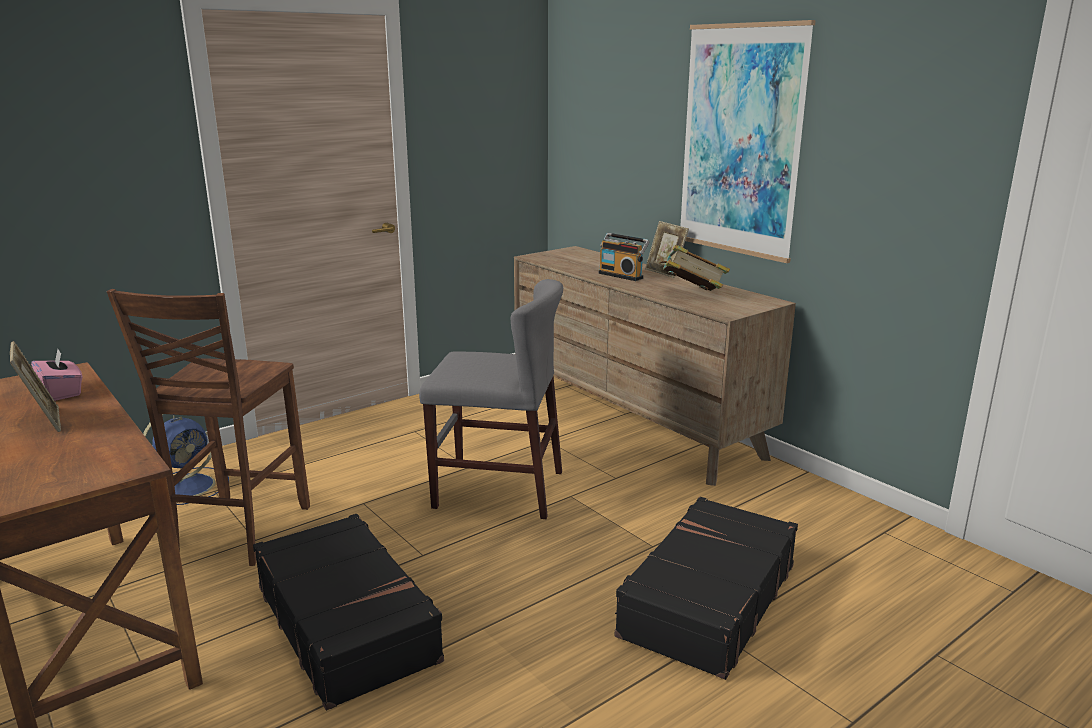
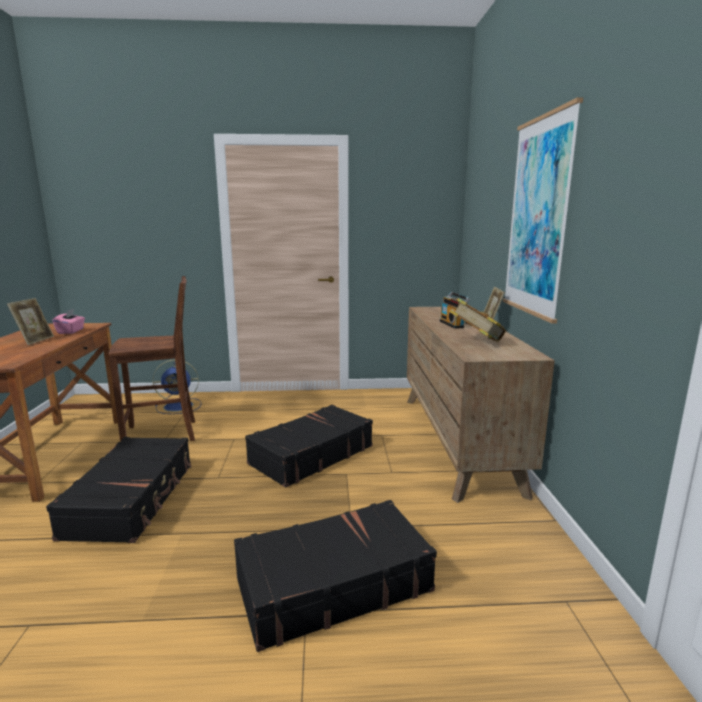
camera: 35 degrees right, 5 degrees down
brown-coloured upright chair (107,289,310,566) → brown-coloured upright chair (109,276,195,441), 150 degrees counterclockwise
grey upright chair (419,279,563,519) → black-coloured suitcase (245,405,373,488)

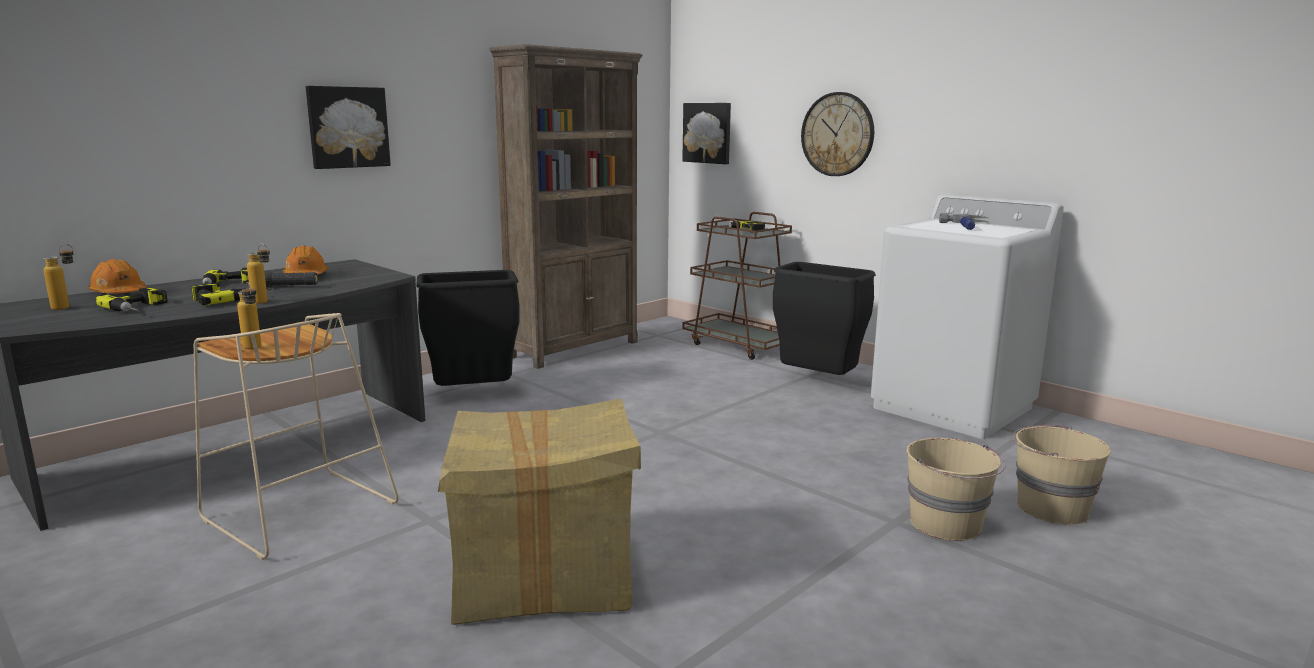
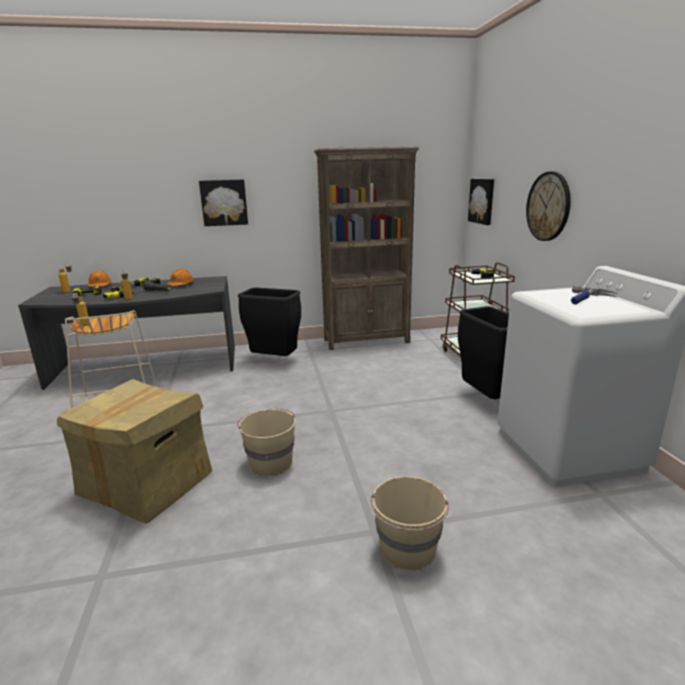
camera: 35 degrees right, 5 degrees up
beige water bucket (1012,425,1111,524) → beige water bucket (237,409,296,477), moved

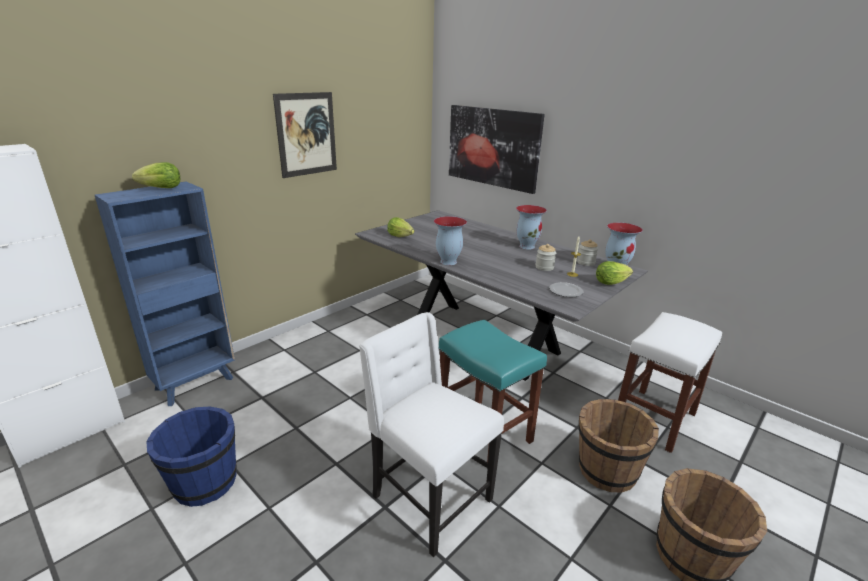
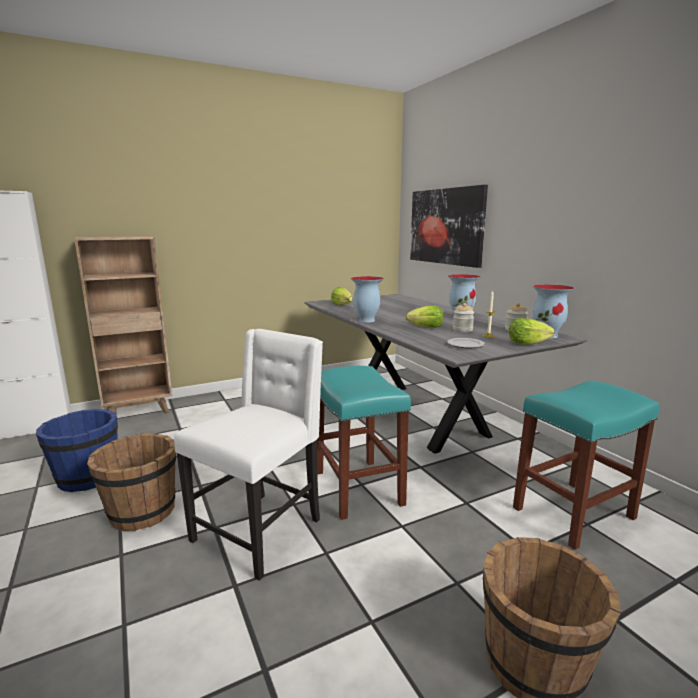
camera: 20 degrees right, 10 degrees down
blue-coloured bookcase (95,181,235,406) → brown-coloured bookcase (74,236,172,414)
lettuce (132,162,180,188) → lettuce (406,305,443,328), moved
picture (273,92,337,178) → -
white upright chair (359,312,504,557) → white upright chair (174,329,323,581), 60 degrees clockwise
brown-coloured water bucket (579,399,659,493) → brown-coloured water bucket (87,434,176,531), moved
white sitting stool (618,312,722,453) → turquoise sitting stool (513,381,659,550)

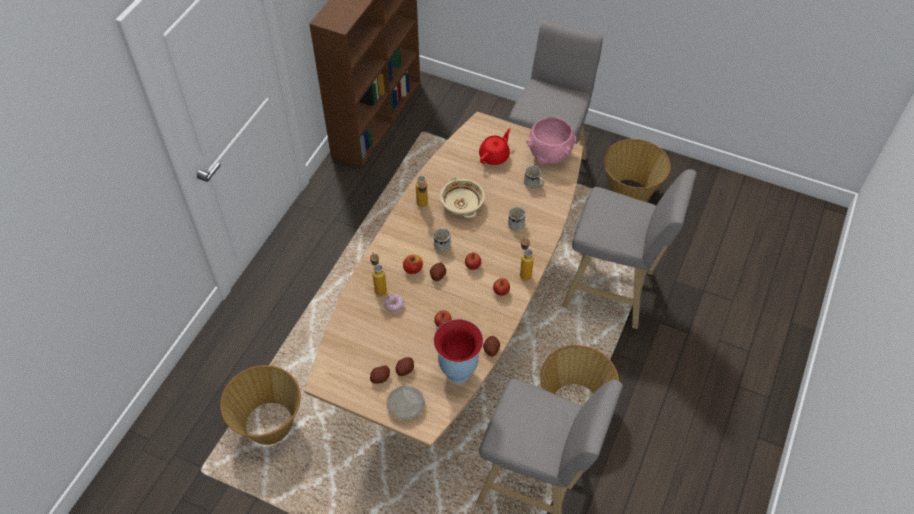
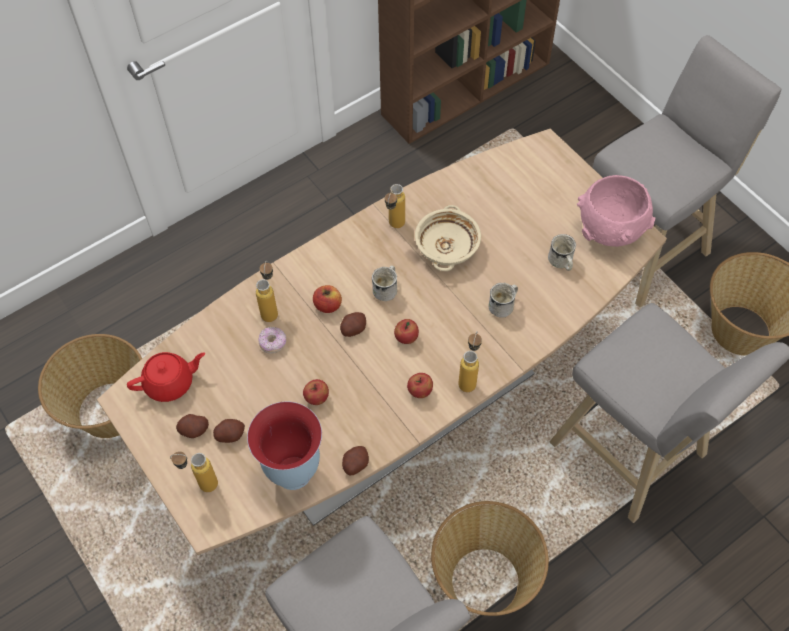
camera: 30 degrees right, 5 degrees up
beige dinner plate (387,385,425,420) → drink bottle (170,451,218,492)
red-coloured teapot (479,128,511,165) → red-coloured teapot (127,352,205,402), moved

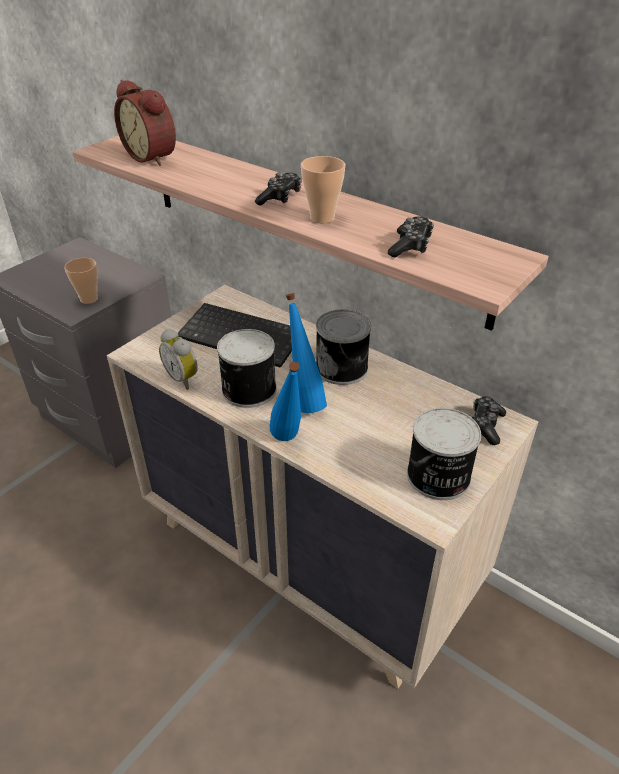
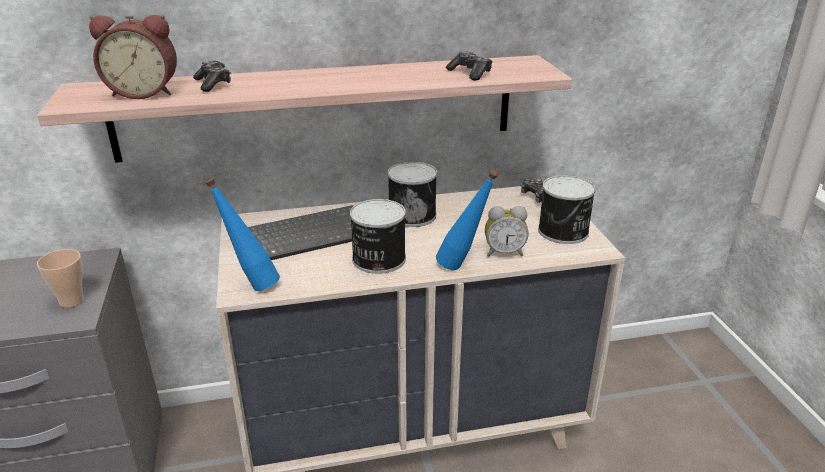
camera: 50 degrees left, 10 degrees down
alarm clock (159,329,198,390) → alarm clock (485,206,529,257), moved
game controller (255,173,302,206) → game controller (193,61,231,92), moved
blue-coloured drink bottle (286,293,327,413) → blue-coloured drink bottle (205,178,280,291), moved
small cup (301,156,345,223) → -

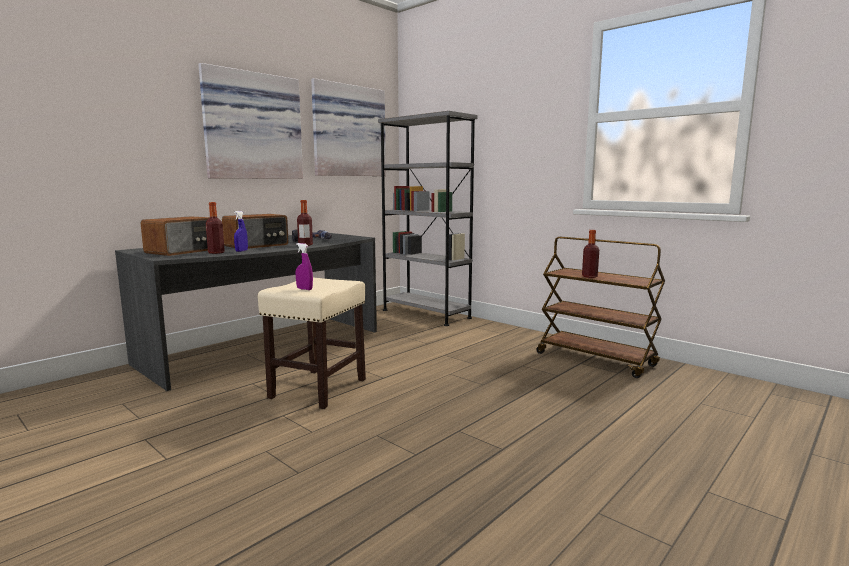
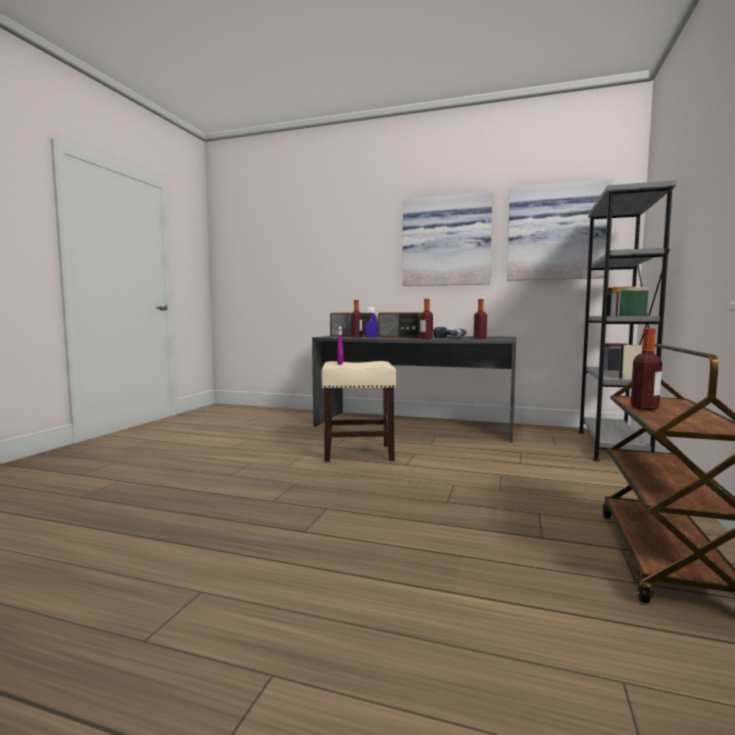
camera: 65 degrees right, 5 degrees down
- → drink bottle (474,299,487,339)

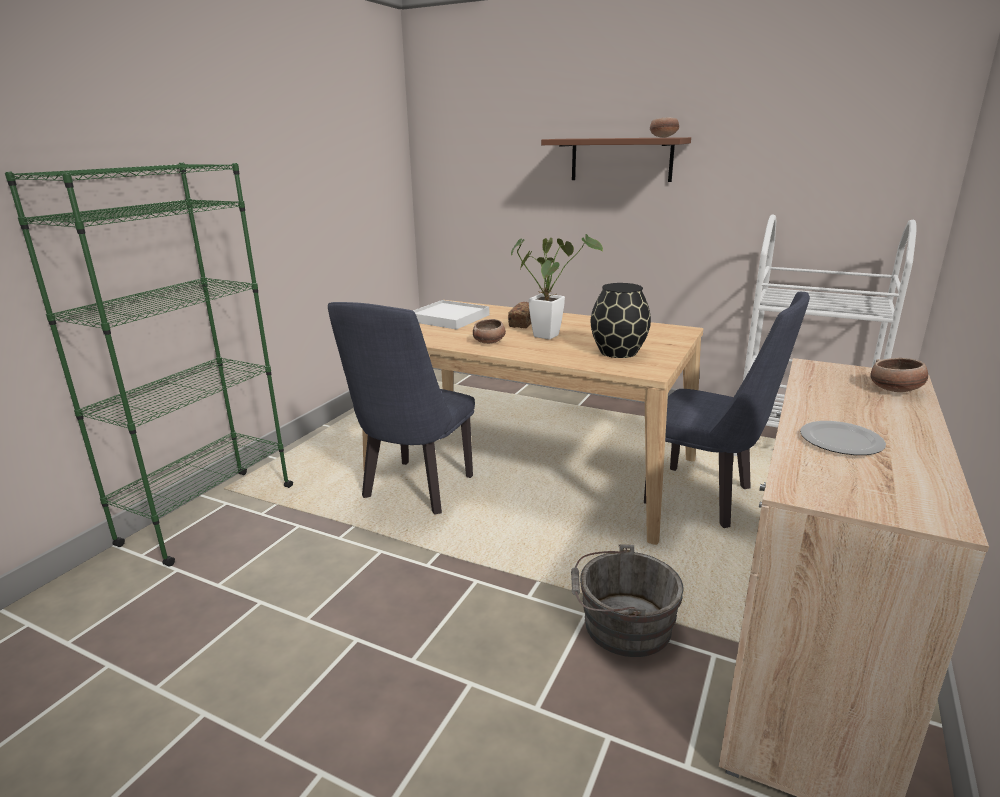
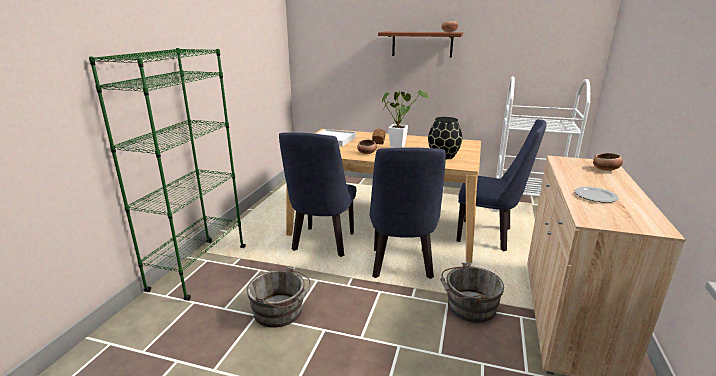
camera: 10 degrees left, 0 degrees up
- → grey water bucket (247,267,310,328)
- → blue-coloured upright chair (369,147,446,279)

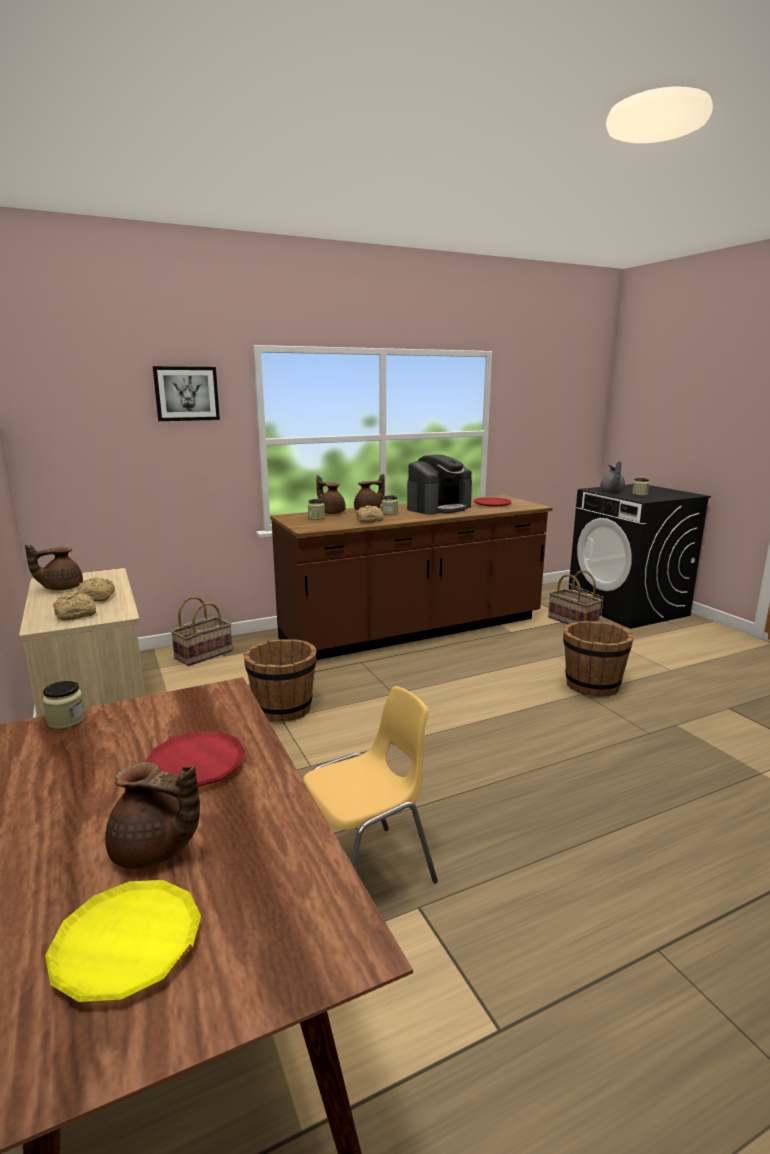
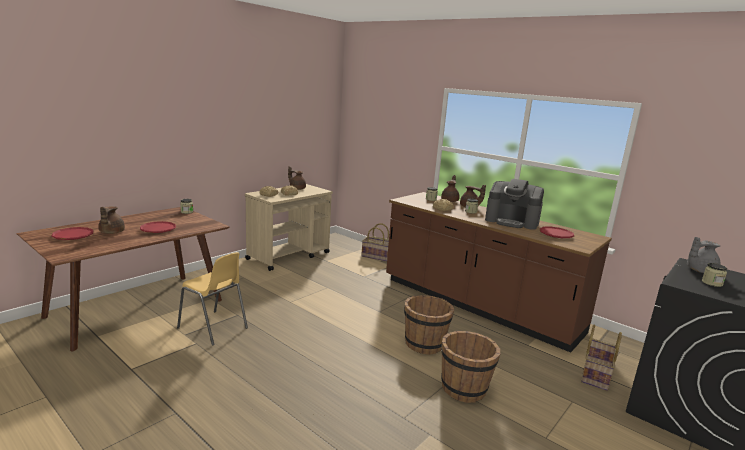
camera: 65 degrees right, 0 degrees up
yellowish dinner plate (45,880,201,1002) → red-coloured dinner plate (52,227,94,240)
picture (153,366,220,421) → -
brown-coloured water bucket (244,639,317,722) → brown-coloured water bucket (404,295,454,355), moved

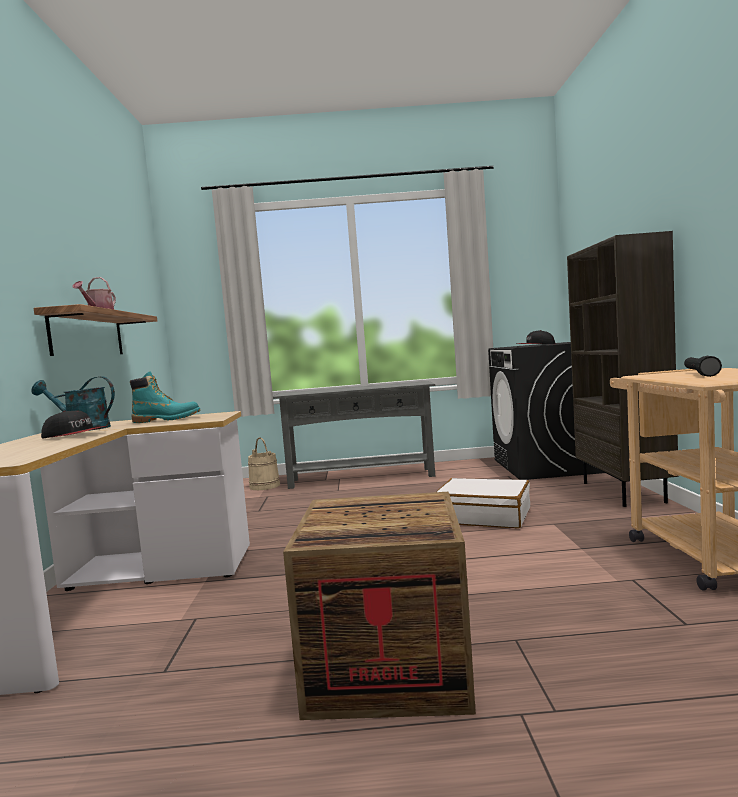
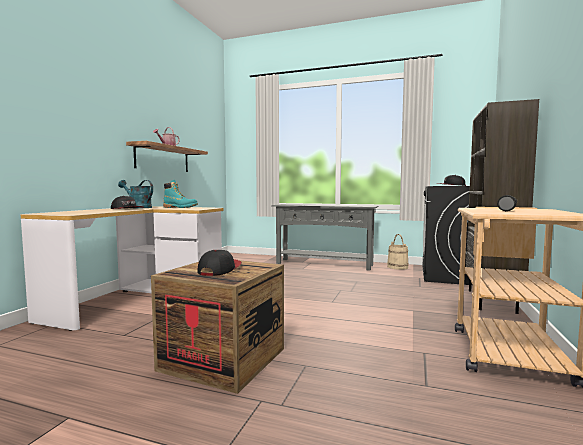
camera: 20 degrees right, 0 degrees up
beige water bucket (248,437,280,490) → beige water bucket (387,234,409,270), moved
white suitcase (436,478,530,528) → -
- → baseball cap (198,250,242,276)

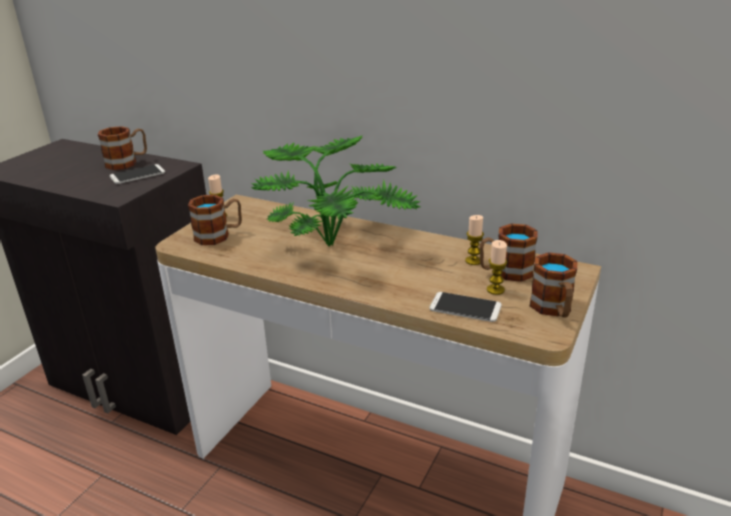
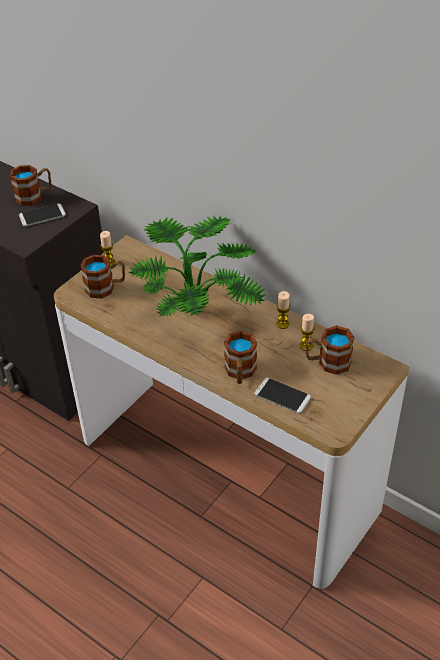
camera: 10 degrees right, 15 degrees up
wax light (487,240,507,295) → wax light (276,291,290,329), moved
tea mug (530,252,577,318) → tea mug (224,331,257,384), moved

